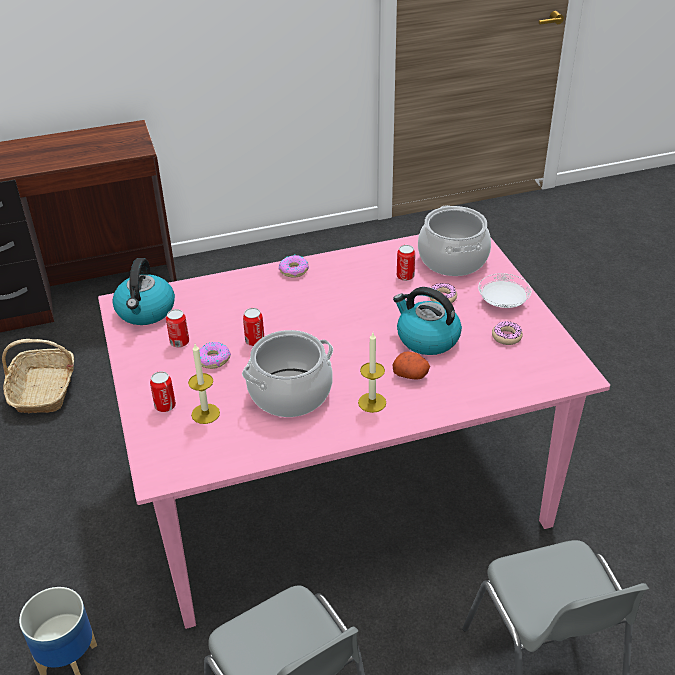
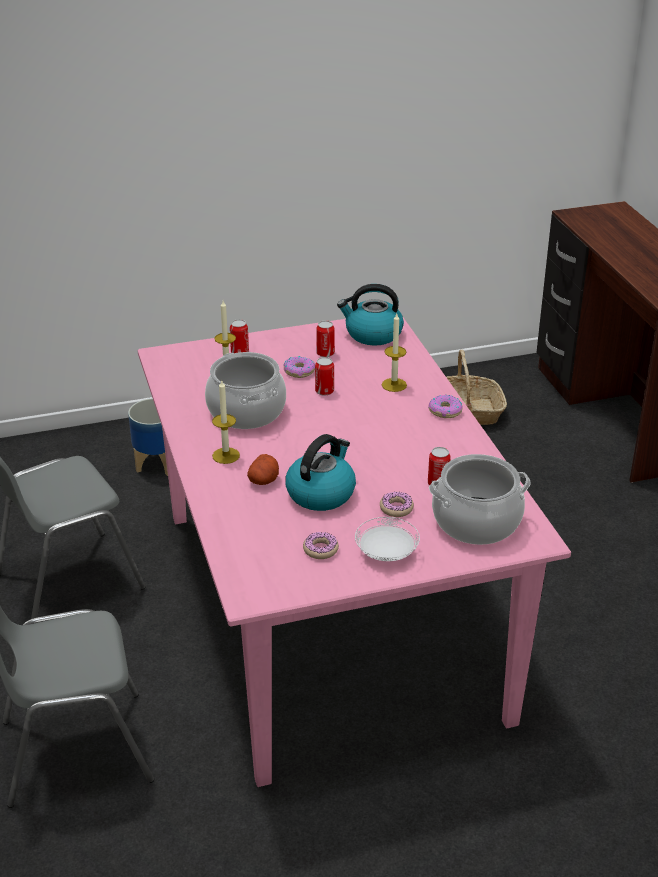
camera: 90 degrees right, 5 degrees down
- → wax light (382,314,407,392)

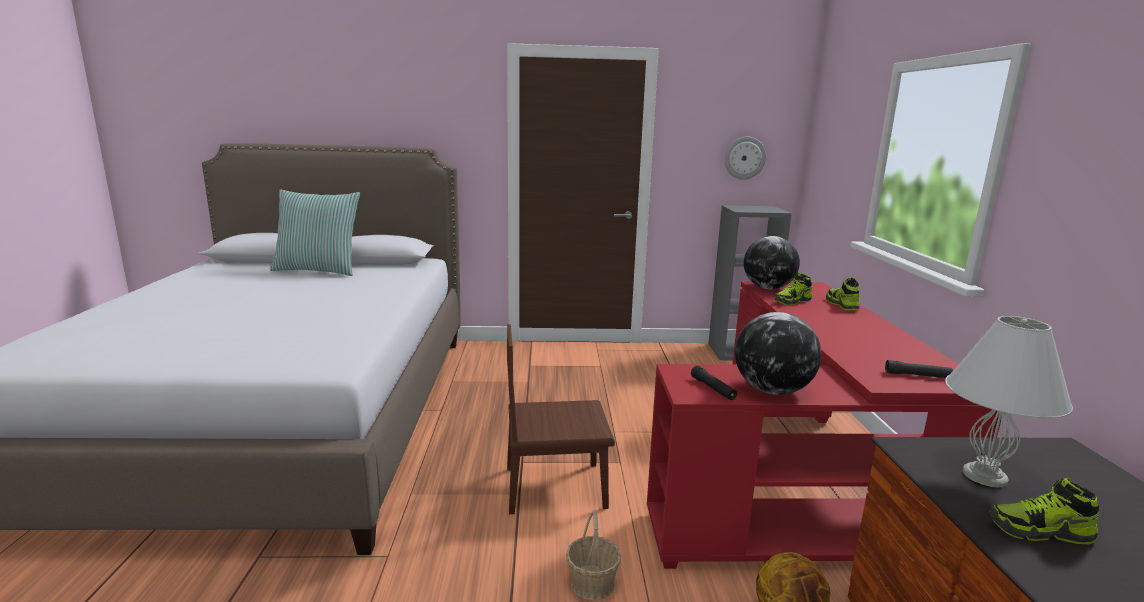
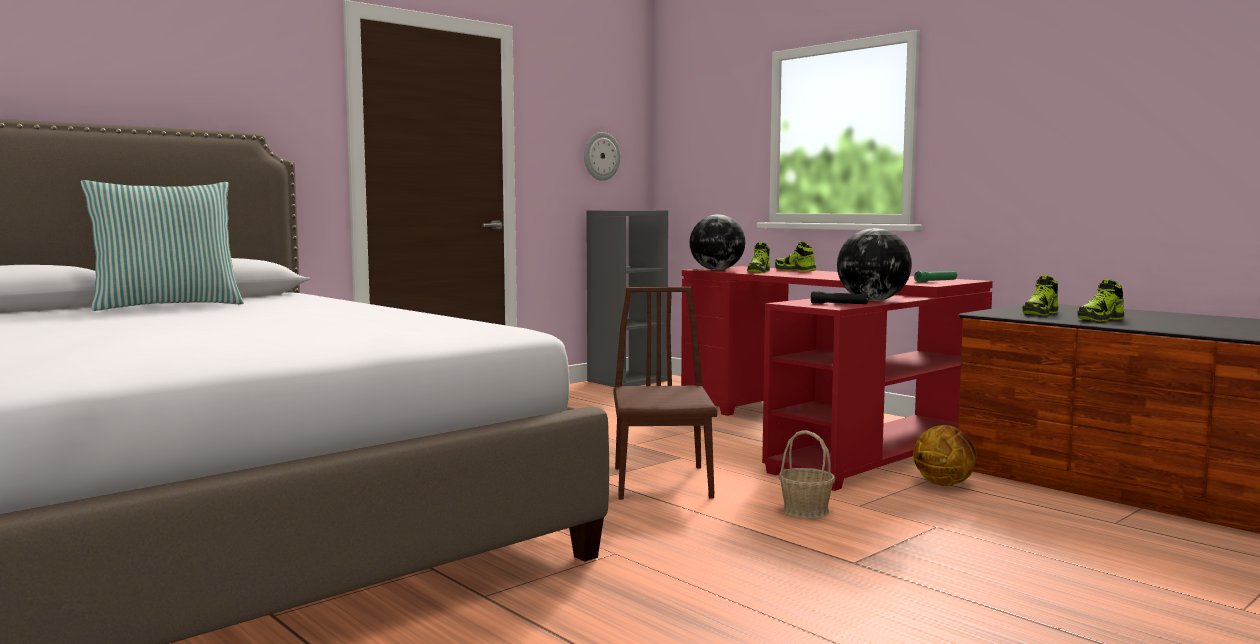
camera: 40 degrees left, 10 degrees down
brown-coloured upright chair (507,324,615,514) → brown-coloured upright chair (613,287,718,500), 135 degrees clockwise
black-coloured torch (885,360,953,378) → green torch (914,271,957,282)
white tabletop lamp (945,316,1073,488) → shoe (1023,275,1058,315)

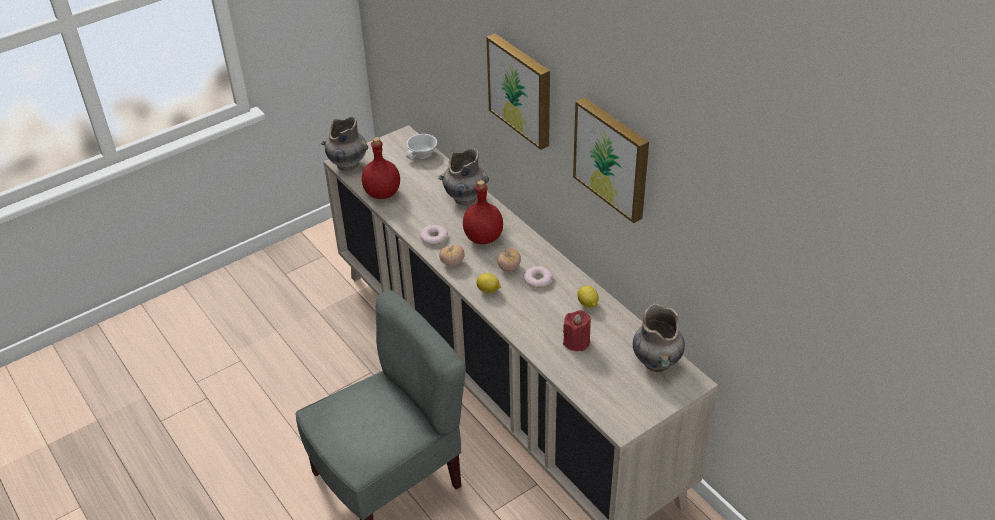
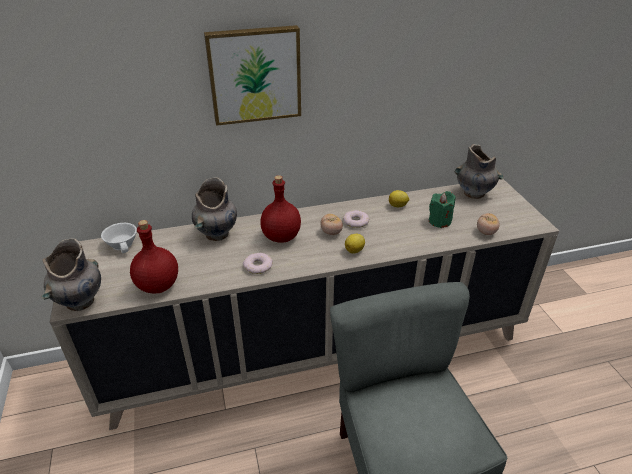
camera: 70 degrees left, 5 degrees down
whole tomato (439,245,465,266) → whole tomato (477,213,500,235), moved
red-coloured wax light (563,310,591,351) → green wax light (429,191,455,228)
picture (573,97,649,223) → -

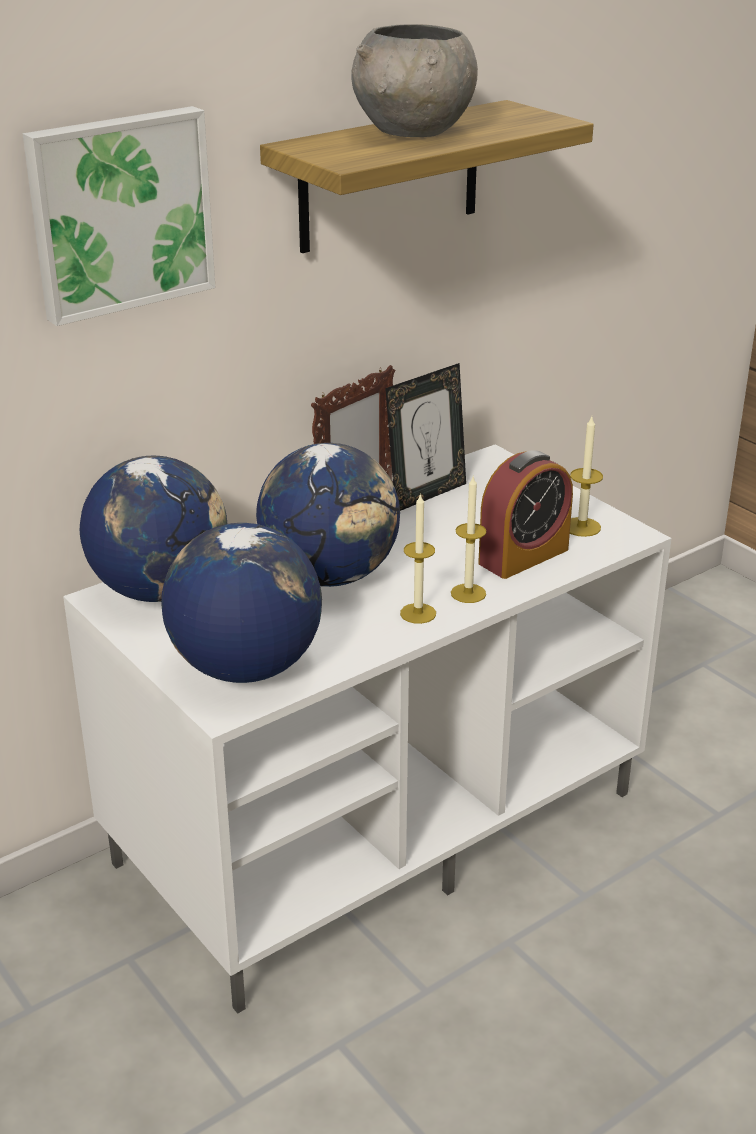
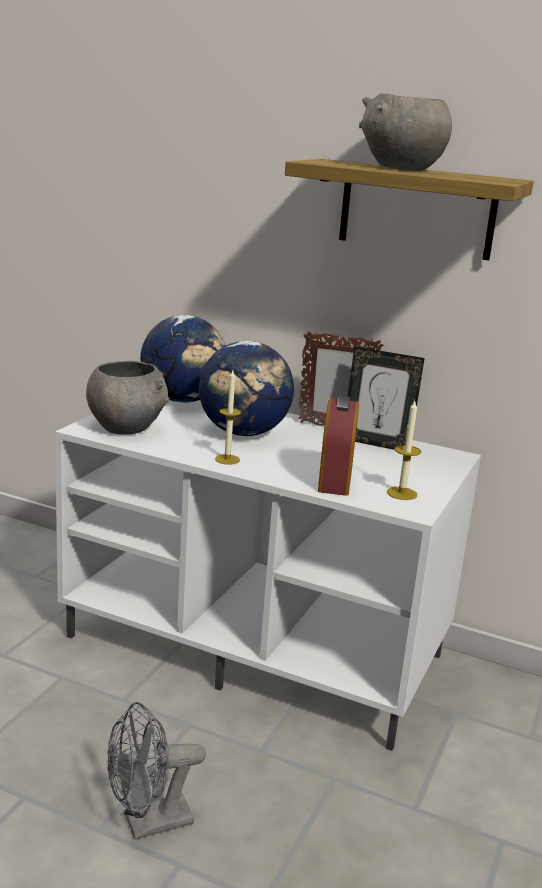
camera: 60 degrees right, 10 degrees down
picture (23,106,216,326) → -
desk globe (161,523,322,683) → grey serving bowl (86,361,170,435)
wax light (451,477,486,603) → -
alarm clock (478,450,573,579) → alarm clock (318,396,359,496), 75 degrees clockwise
- → grey cooling fan (107,702,206,840)

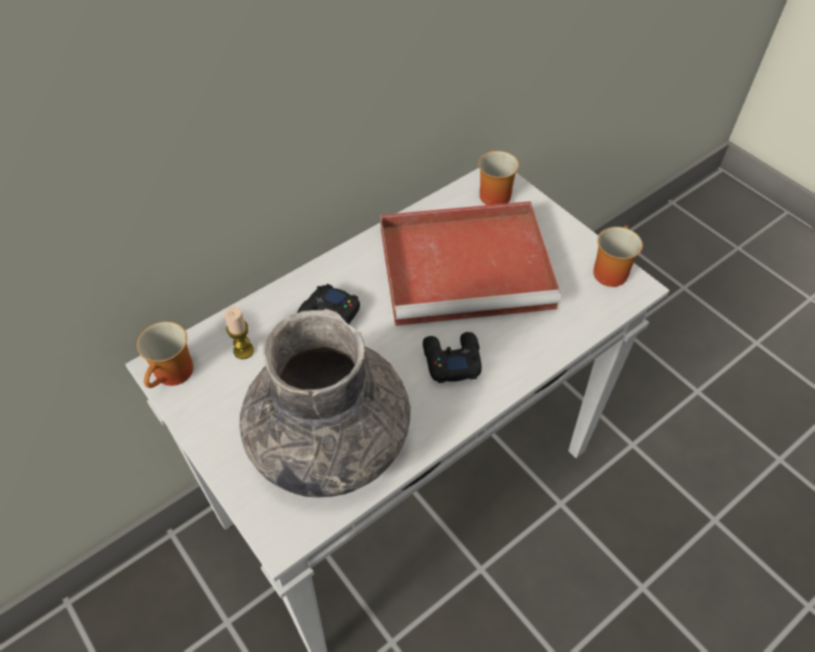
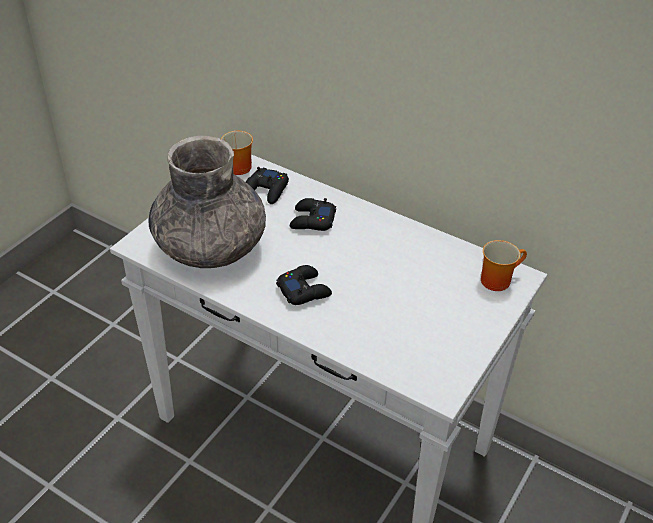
camera: 70 degrees right, 10 degrees down
wax light (224,307,254,359) → black-coloured game controller (246,167,289,204)
red-coloured serving tray (380,201,561,326) → -
tea mug (593,225,643,287) → -

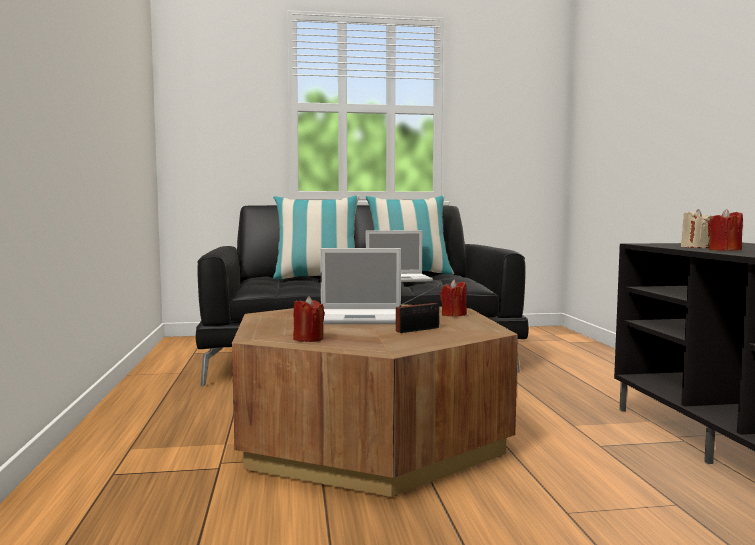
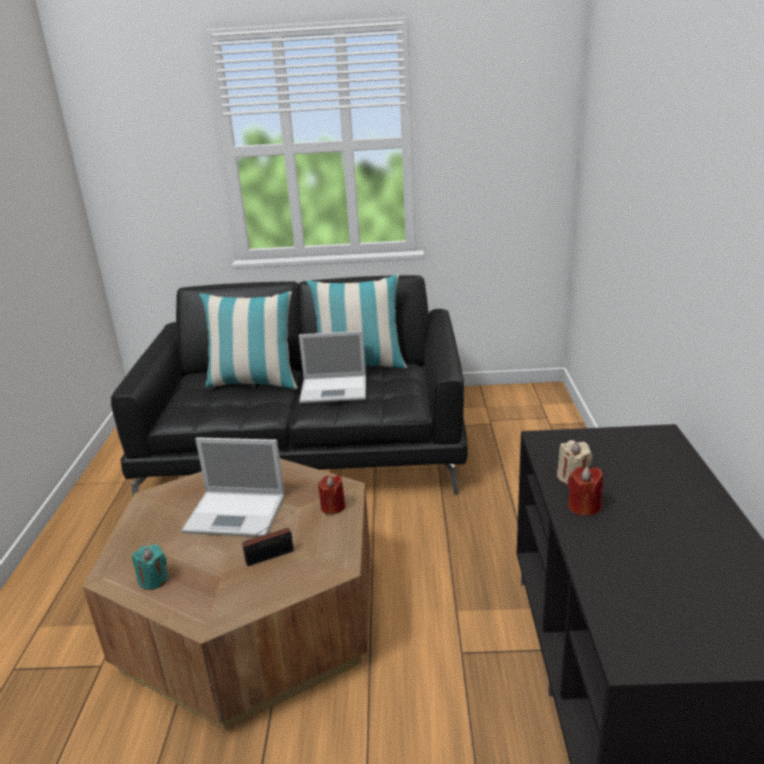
camera: 10 degrees right, 20 degrees up
red-coloured wax light (293,296,325,342) → turquoise wax light (132,544,168,590)

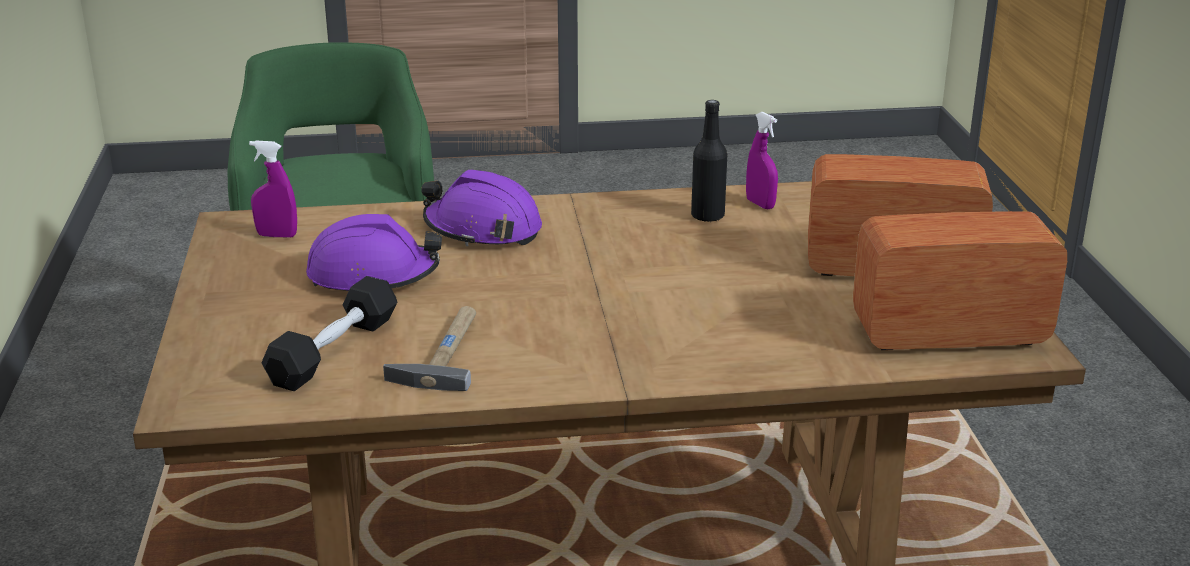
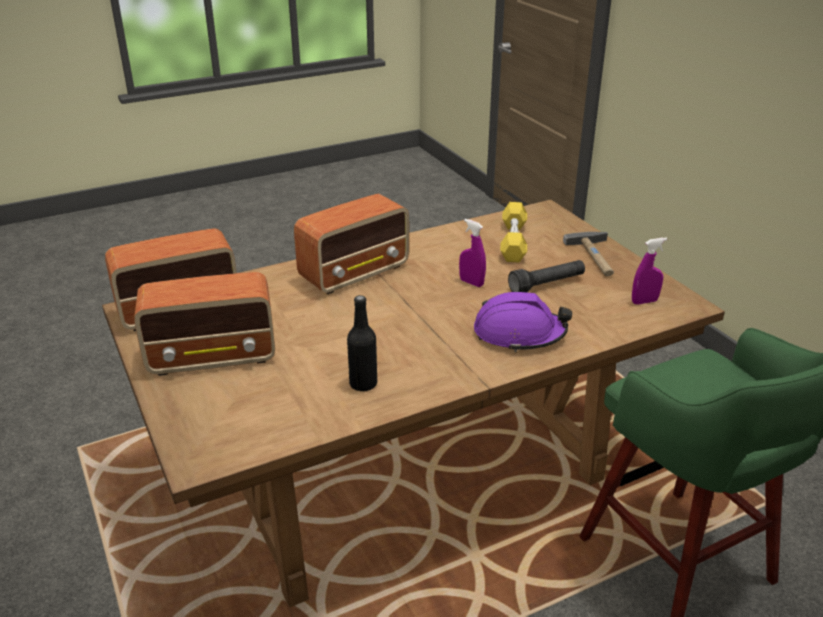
camera: 160 degrees right, 5 degrees up
black-coloured hand weight (262,276,397,391) → yellowish hand weight (500,202,527,262)
purple safety helmet (306,214,442,291) → black-coloured torch (508,260,585,293)
hammer (383,306,476,391) → hammer (563,232,614,276), moved
purple hand sprayer (746,112,778,209) → purple hand sprayer (459,219,486,287), moved
- → radio receiver (294,194,409,294)

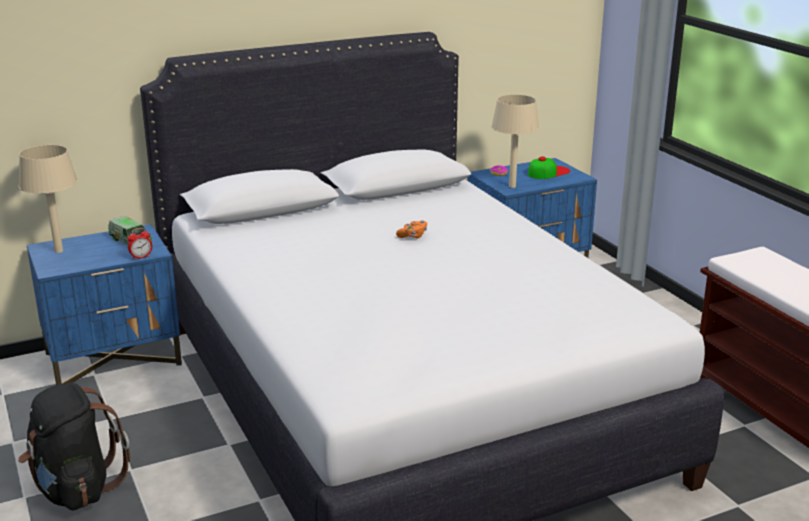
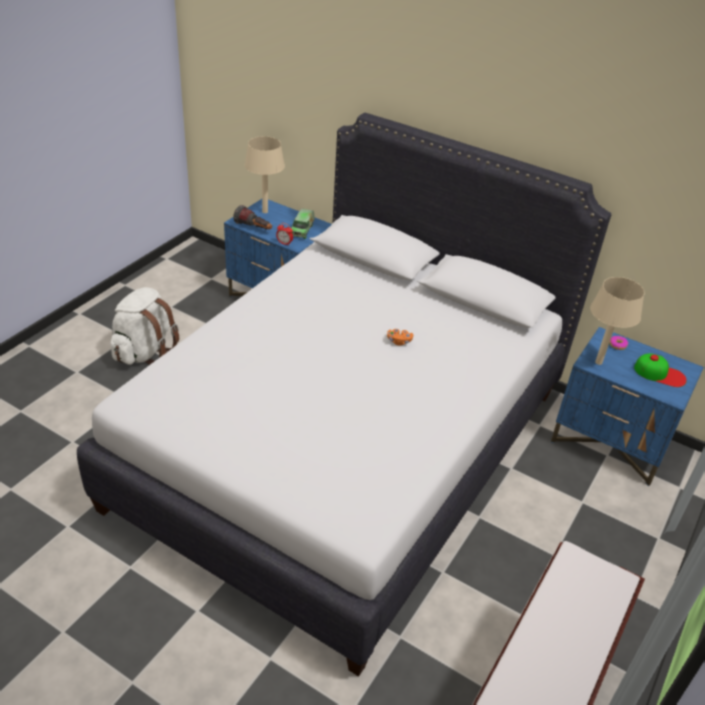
camera: 55 degrees right, 15 degrees up
black-coloured knapsack (18,383,130,510) → white knapsack (110,287,179,365)
- → torch (233,205,272,229)

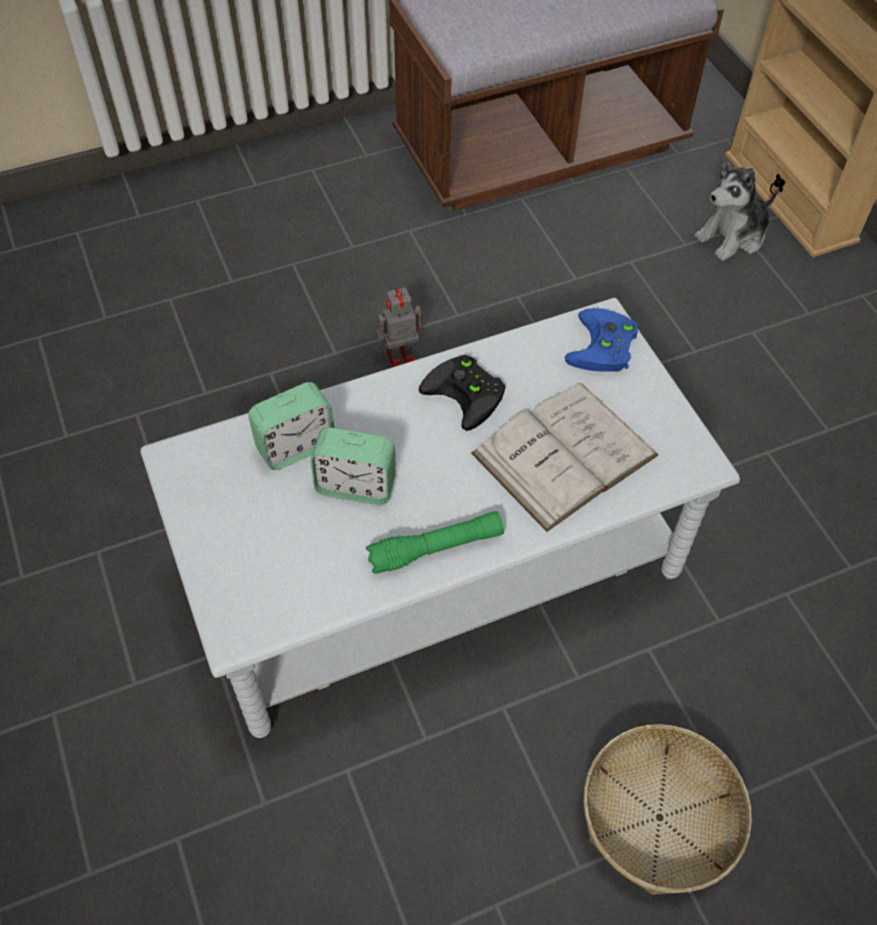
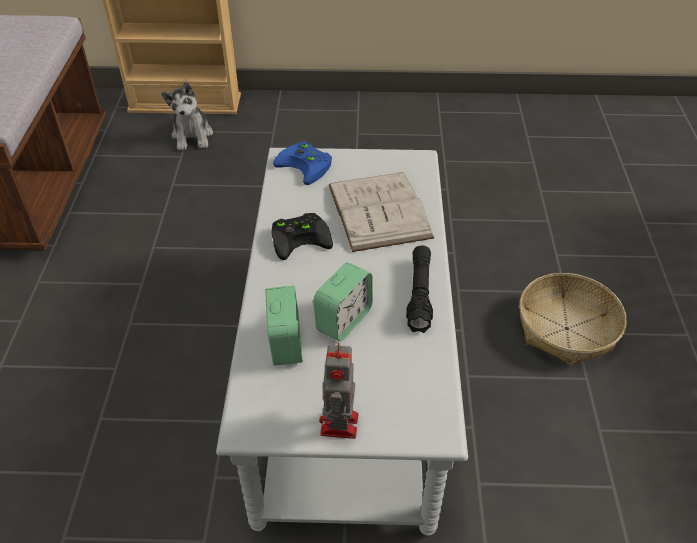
camera: 65 degrees left, 10 degrees down
green torch (366,511,504,573) → black-coloured torch (406,246,433,333)
toy robot (377,285,421,367) → toy robot (319,343,358,439), moved

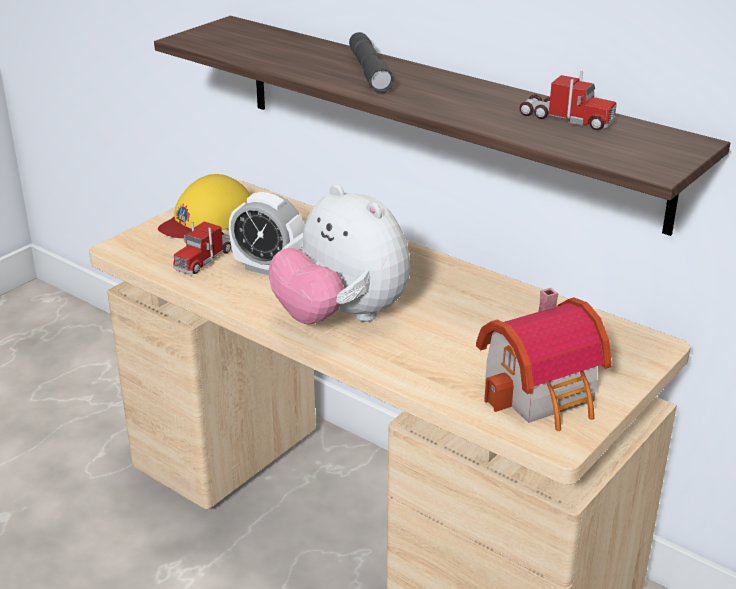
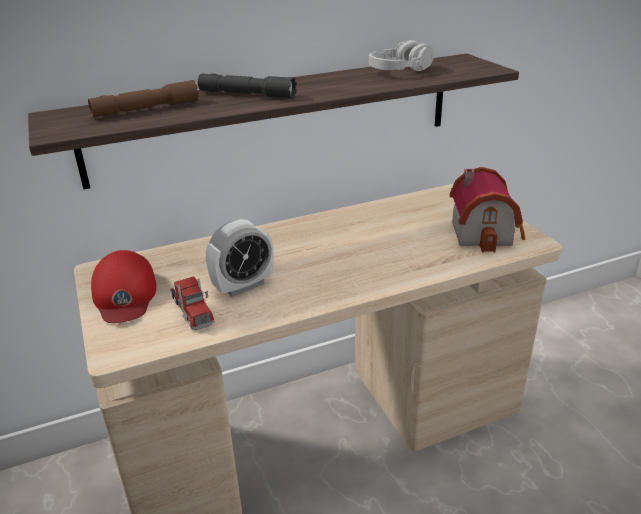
camera: 60 degrees left, 0 degrees up
yellowish baseball cap (158,174,250,238) → red-coloured baseball cap (91,250,156,323)
plush toy (269,184,410,324) → -
toy truck (520,71,617,130) → grey headset (369,40,434,71)
- → brown-coloured torch (88,80,199,117)

